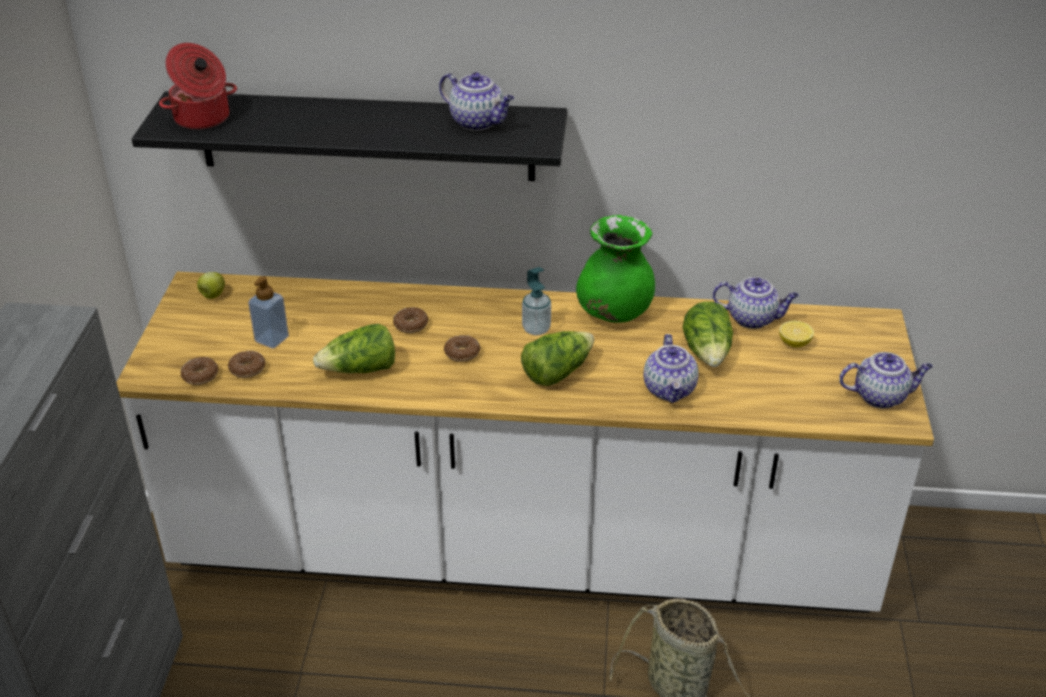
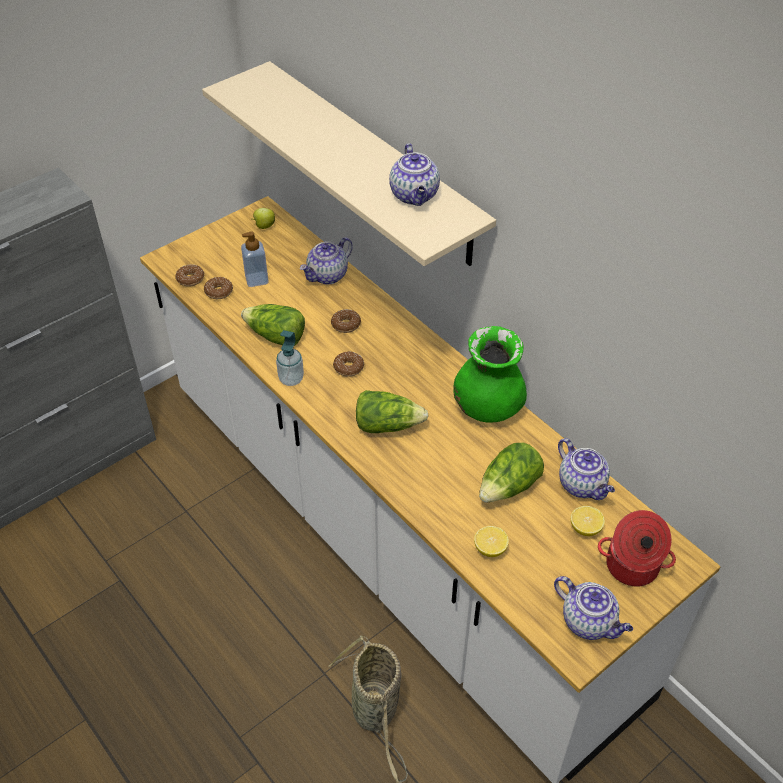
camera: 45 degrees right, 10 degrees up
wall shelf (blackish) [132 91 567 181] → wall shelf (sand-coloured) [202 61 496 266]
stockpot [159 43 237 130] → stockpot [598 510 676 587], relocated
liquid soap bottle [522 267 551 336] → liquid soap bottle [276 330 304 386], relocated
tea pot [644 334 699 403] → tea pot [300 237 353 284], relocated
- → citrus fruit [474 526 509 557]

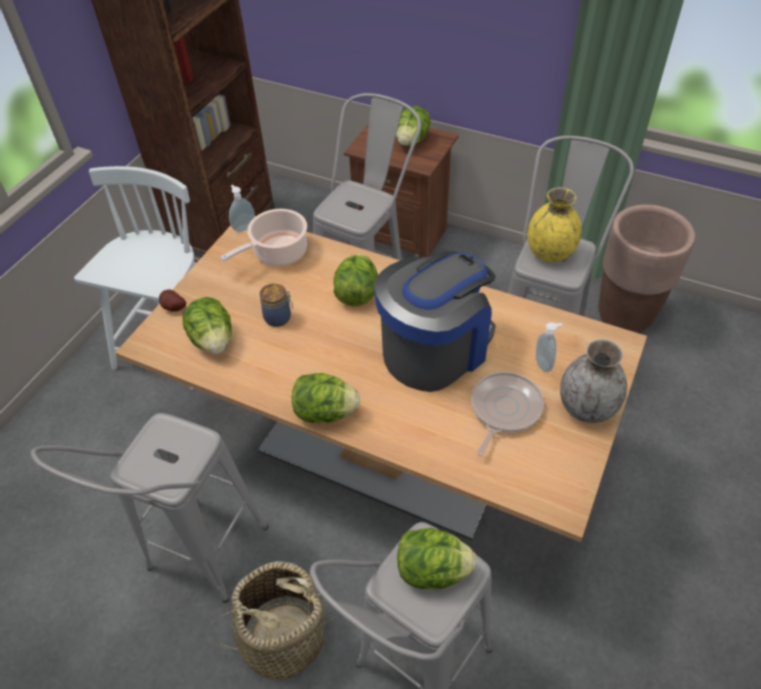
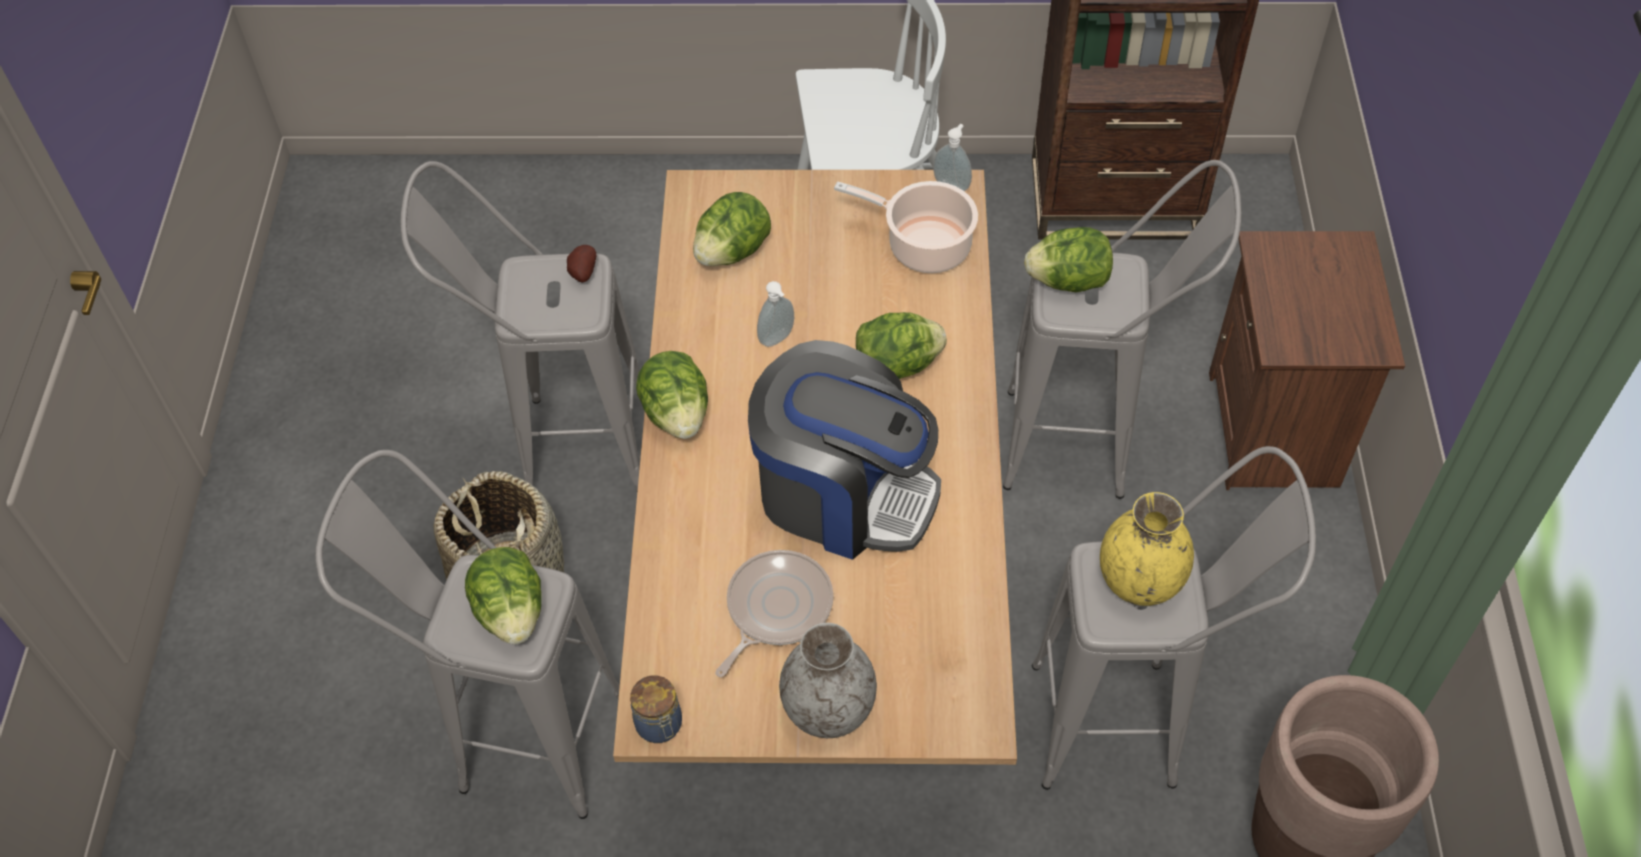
camera: 65 degrees right, 5 degrees up
spud [159 289 186 312] → spud [567 245 596 283], relocated
storage jar [260 283 293 327] → storage jar [630 675 682 743], relocated
lettuce head [396 106 431 146] → lettuce head [1024 227 1113 292], relocated
frying pan [471 372 544 456] → frying pan [716 550 833 677], 60 degrees counterclockwise
liquid soap bottle [536 322 562 372] → liquid soap bottle [757 281 794 347], relocated

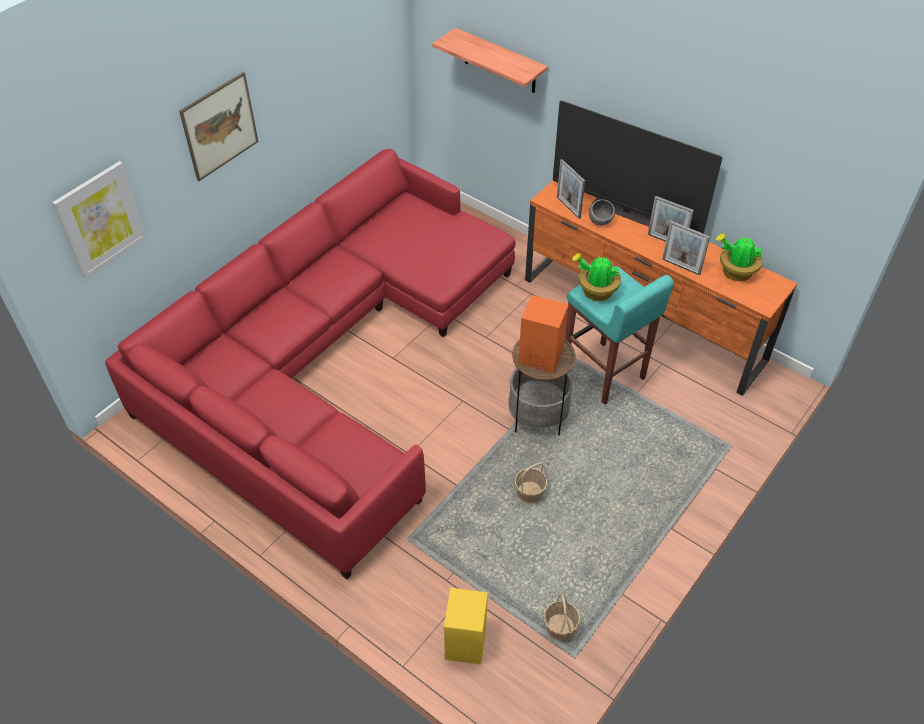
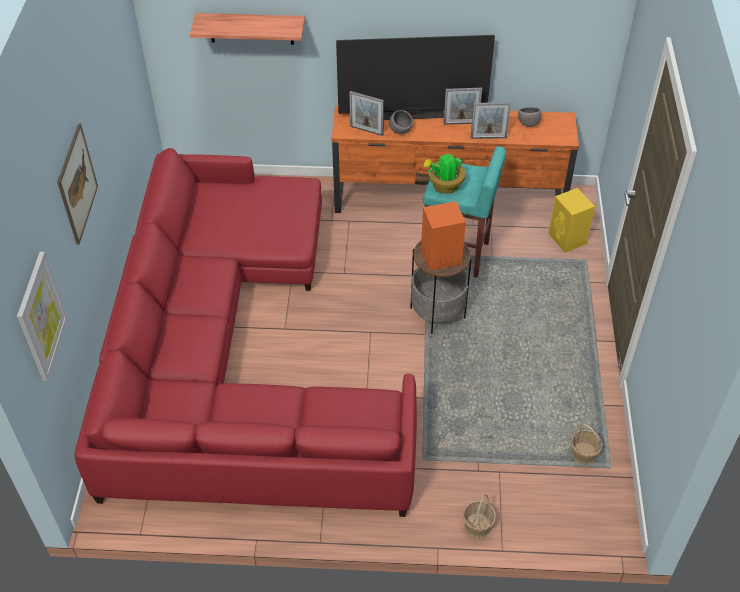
camera: 35 degrees left, 0 degrees up
speaker (yellow) [444 588 488 664] → speaker (yellow) [548 188 595 252], relocated
basket [514 463 547 504] → basket [463 494 496 538], relocated
houseplant [716 233 765 281] → serving bowl (gray) [518 107 542 127]

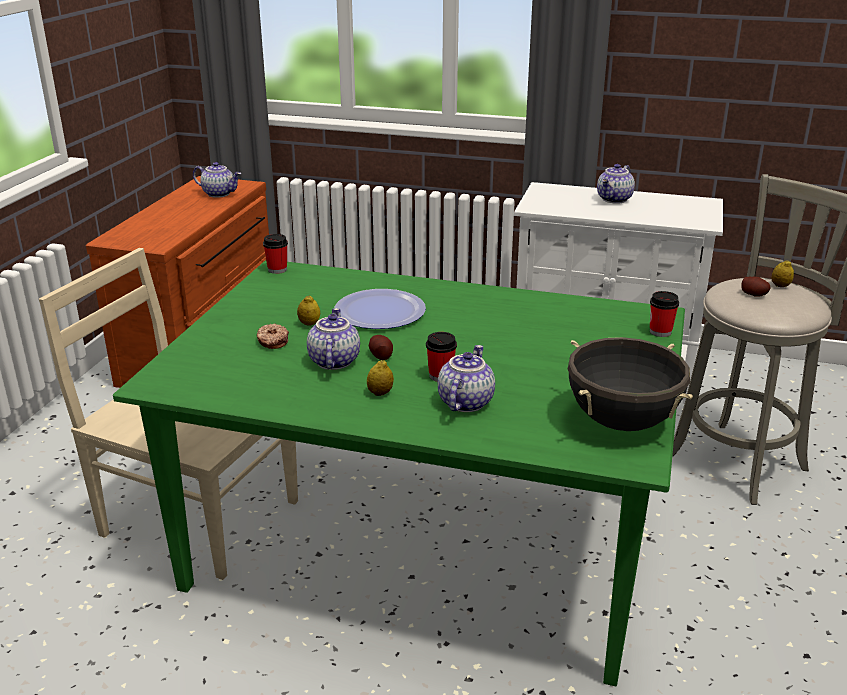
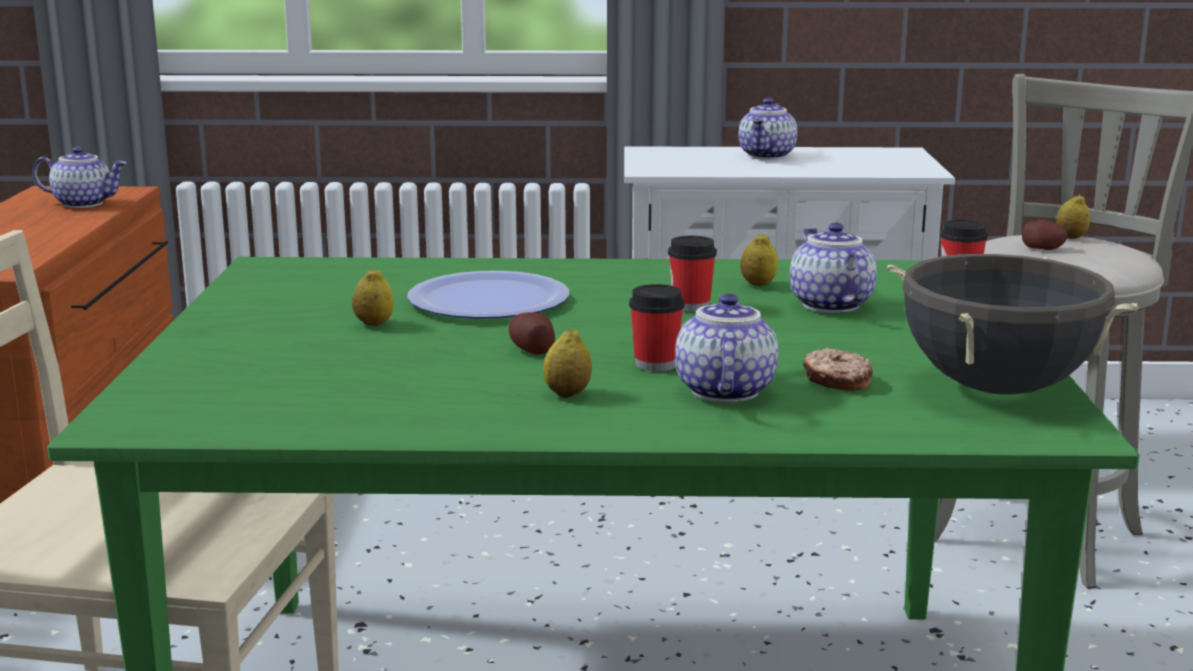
camera: 15 degrees left, 10 degrees down
donut [257 324 289 349] → donut [803 348 873 391], relocated
cup [263 234 288 274] → cup [668 236 717 312], relocated
tea pot [307 308 360 370] → tea pot [790 223 877 313], relocated
- → citrus fruit [740 233 778 286]

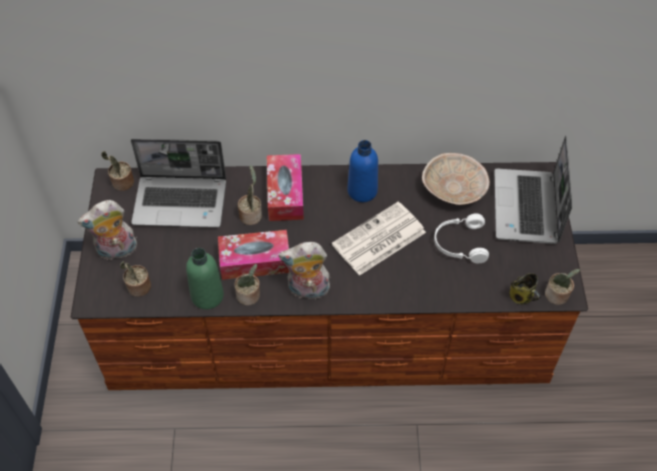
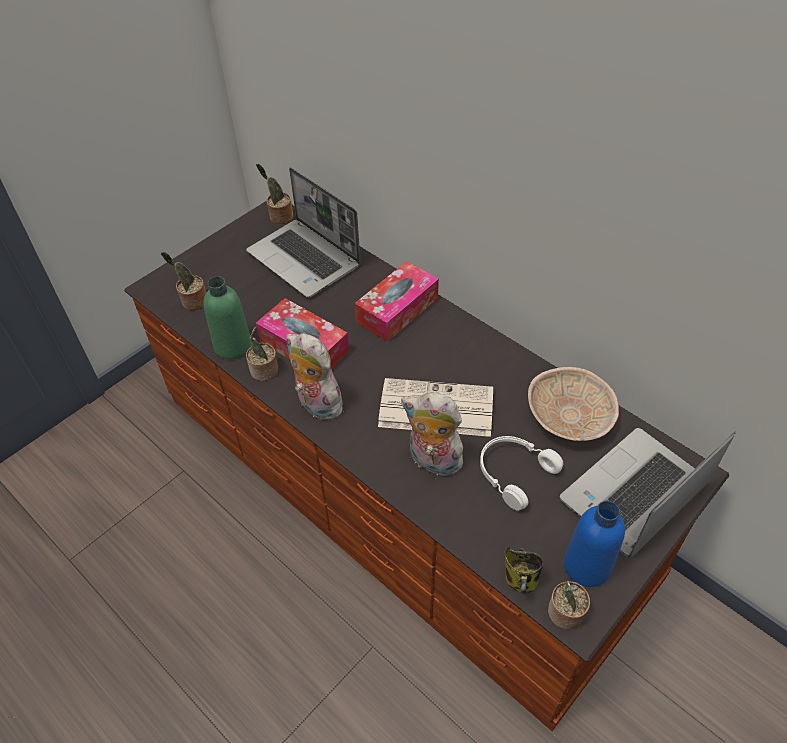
camera: 45 degrees right, 5 degrees down
cuddly toy [77 200 137 260] → cuddly toy [401 392 469 476], relocated
houseplant [238 165 262 225] → -
beverage bottle (blue) [347 140 378 202] → beverage bottle (blue) [564 501 625 587], relocated

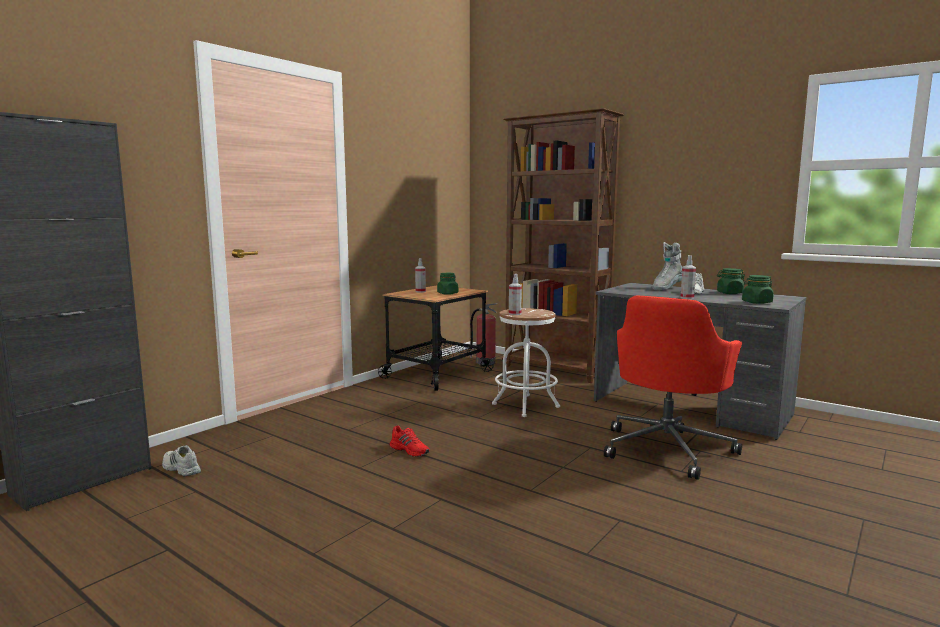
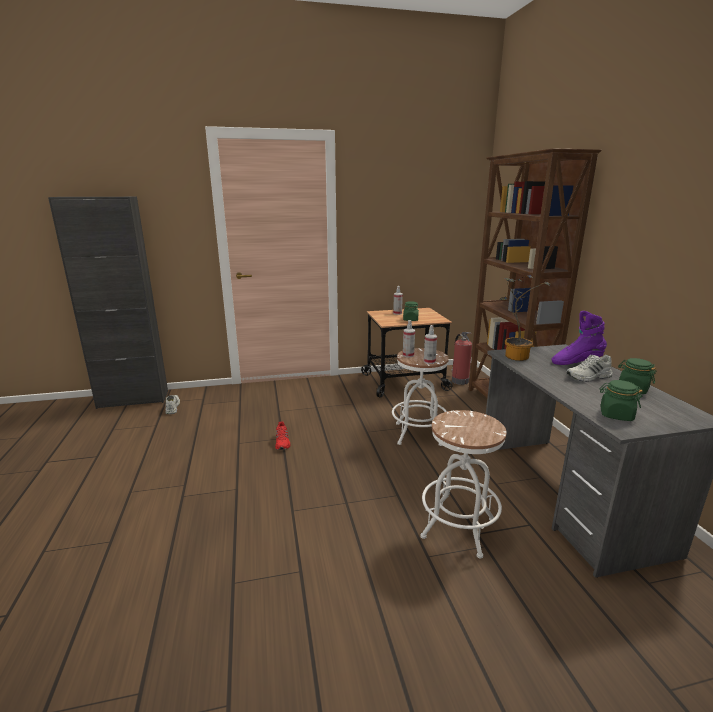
camera: 40 degrees right, 10 degrees up
office chair (red) [604 296 742 480] → stool (white) [420 410 506 559]
boot (gray) [652 242 682 291] → boot (purple-coloured) [552 311 607 365]
spray bottle [680 255 696 299] → spray bottle [424 325 437 364], relocated
- → houseplant [500 275 552 361]

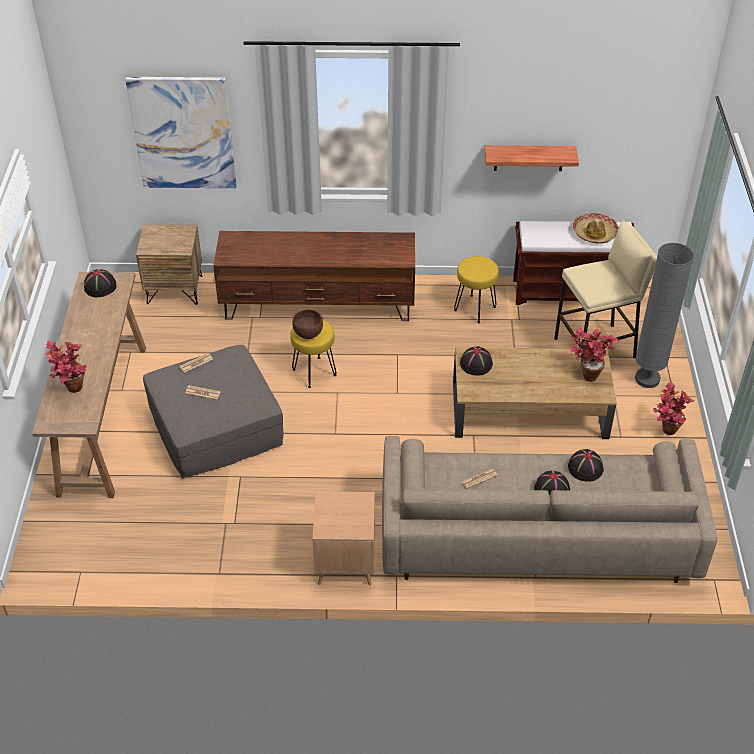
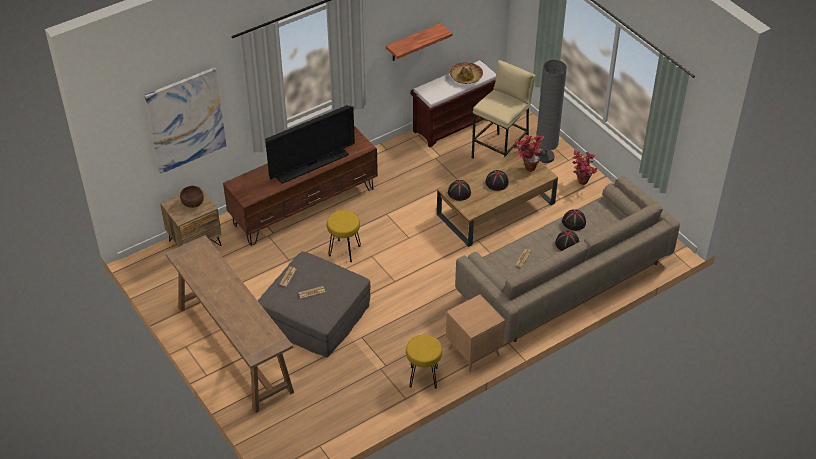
camera: 35 degrees left, 0 degrees up
houseplant [45 341 87 393] → -
wearable hat (blackish) [84 269 117 298] → wearable hat (blackish) [485 170 509 191], relocated
serving bowl (brownish) [292 309 323 339] → serving bowl (brownish) [180 186 204 208], relocated
stool (yellow) [454 256 499 323] → stool (yellow) [406 335 442 389], relocated
- → television [265 105 355 184]

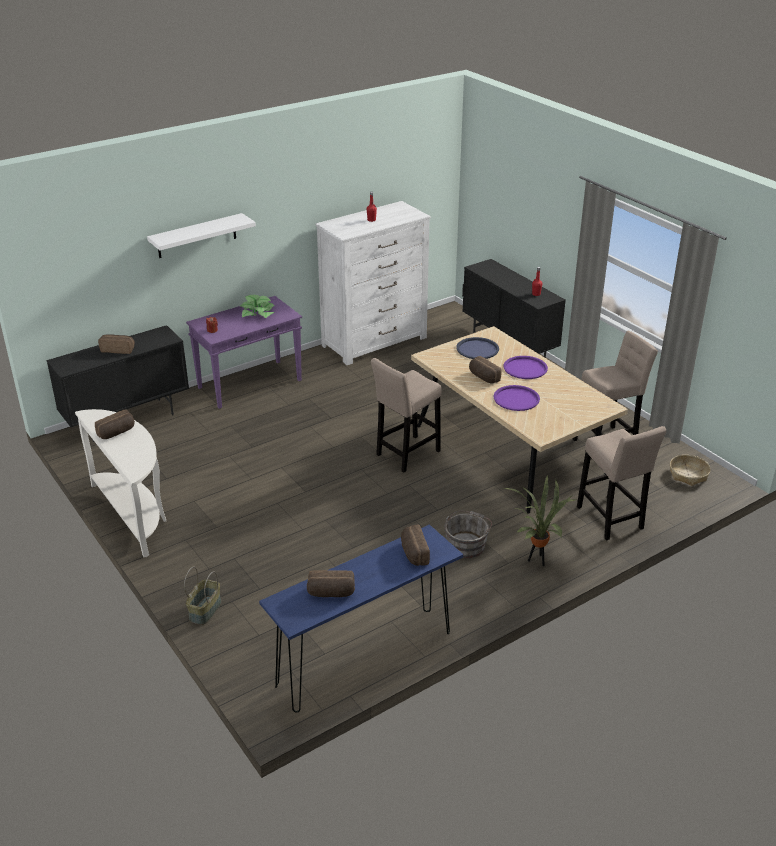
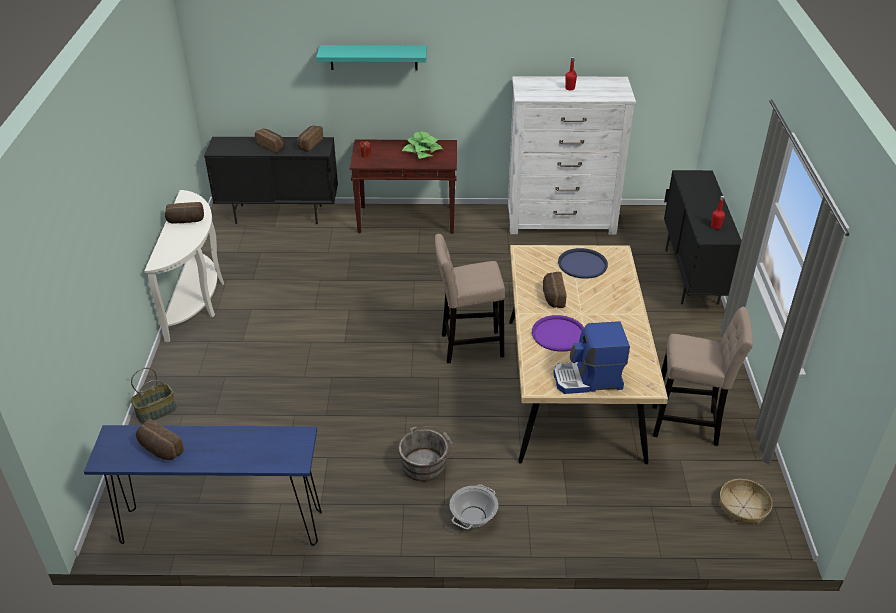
camera: 35 degrees right, 5 degrees up
wall shelf (white) [147 213 256 258] → wall shelf (turquoise-coloured) [316 45 427 70]
hall table (purple-coloured) [186 296 302 409] → hall table (brownish) [350 140 457 234]
bread [401 524 430 566] → bread [297 126 323 152], relocated
tray (purple-coloured) [504 356 548 379] → -
houseplant [504 476 575 566] → stockpot [450 484 498 529]
stool (sand-coloured) [577 426 666 540] → -
- → coffee machine [553 321 630 394]

